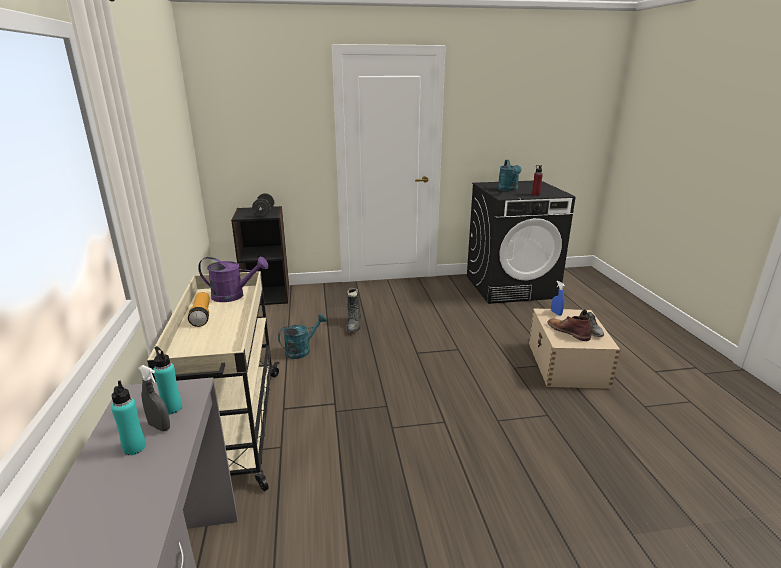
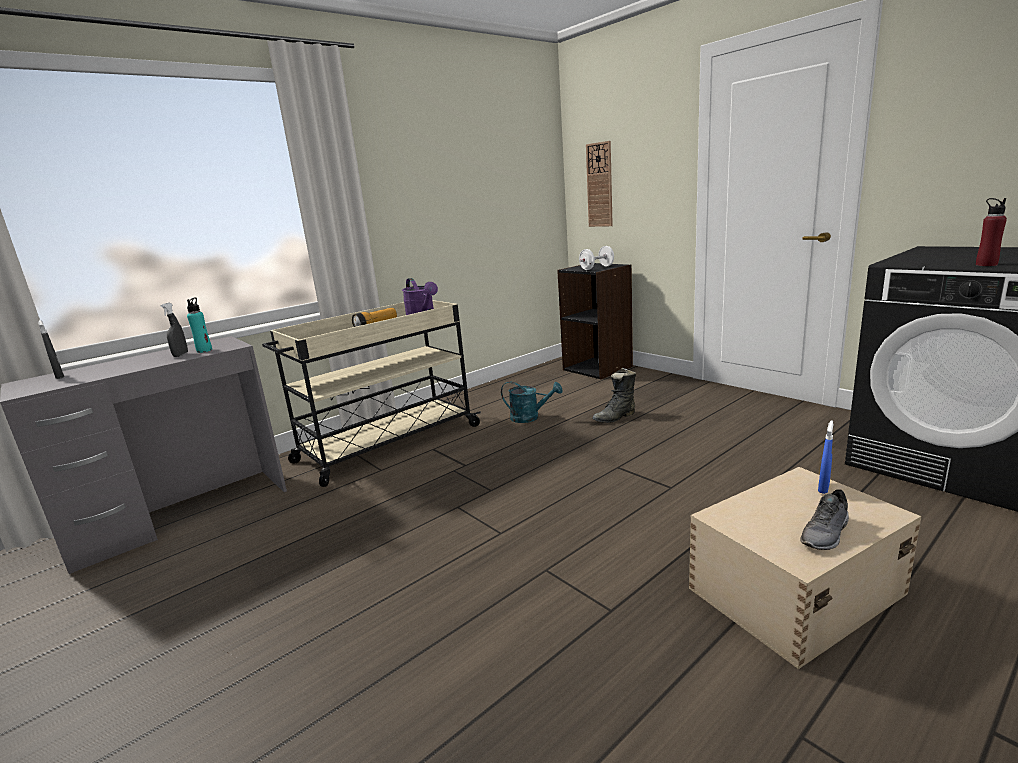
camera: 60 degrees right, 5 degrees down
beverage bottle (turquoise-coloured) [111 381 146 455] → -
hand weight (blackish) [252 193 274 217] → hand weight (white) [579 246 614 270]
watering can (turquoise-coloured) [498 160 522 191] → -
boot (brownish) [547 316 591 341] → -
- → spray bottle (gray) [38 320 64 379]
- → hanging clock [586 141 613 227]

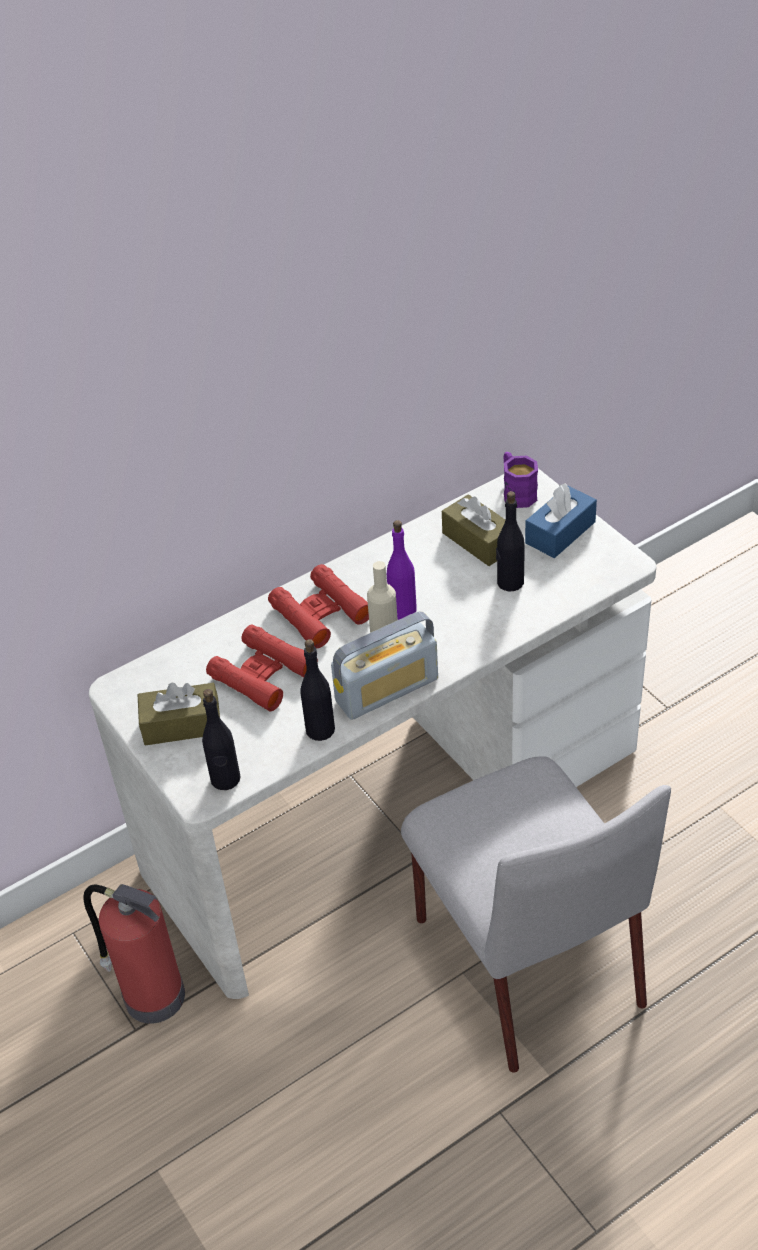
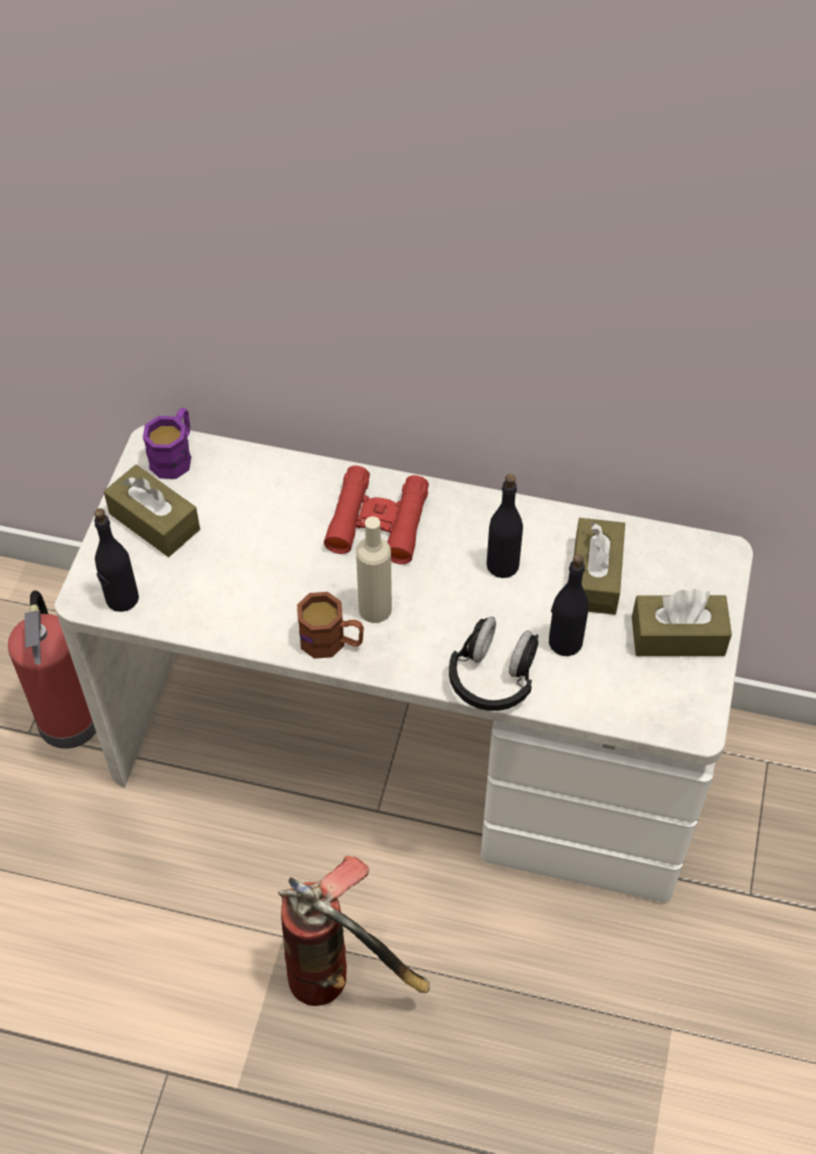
camera: 45 degrees right, 10 degrees up
binoculars (red) [206 624 318 711] → -
beverage bottle (blackish) [300 639 335 741] → beverage bottle (blackish) [487 474 523 578], relocated
radio set [331 612 438 720] → mug (brownish) [297 592 364 659]
beverage bottle (purple-coloured) [387 520 417 620] → -
chair (gray) [401 756 671 1073] → fire-fighting cylinder [278 856 430 1006]
mug (purple-coloured) [504 452 538 508] → mug (purple-coloured) [143 408 191 479], relocated
tissue holder (blue) [525 483 597 558] → tissue holder (brownish) [632 589 732 656]
- → headset (blackish) [449 616 539 711]

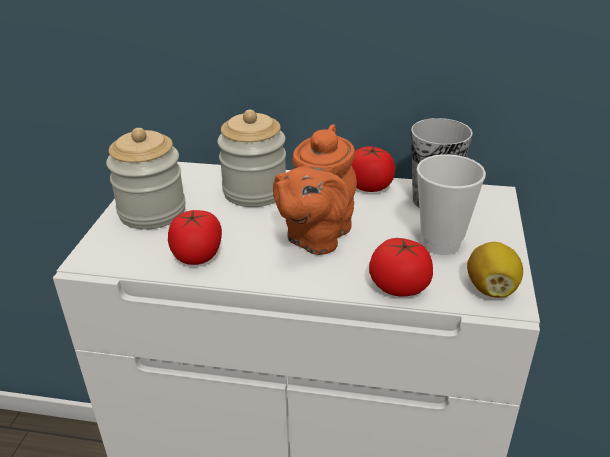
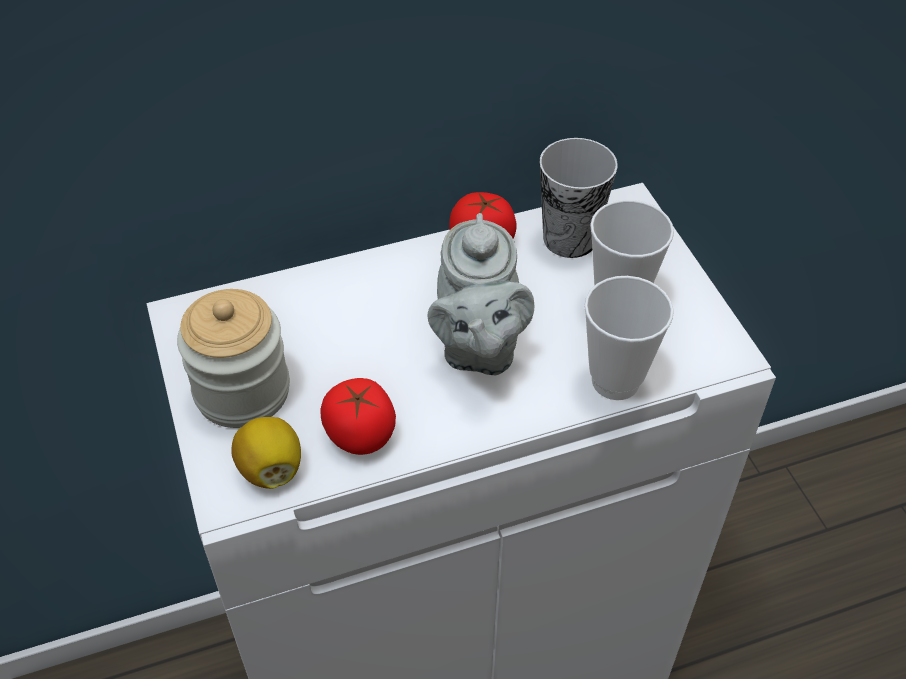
camera: 30 degrees left, 15 degrees up
storage jar [217 110 286 207] → -
tea pot (orangey) [273 124 357 255] → tea pot (gray) [427 213 534 375]
whole tomato [369 238 433 297] → cup [584 276 674 400]
citrus fruit [467 242 523 298] → citrus fruit [231 417 301 489], relocated

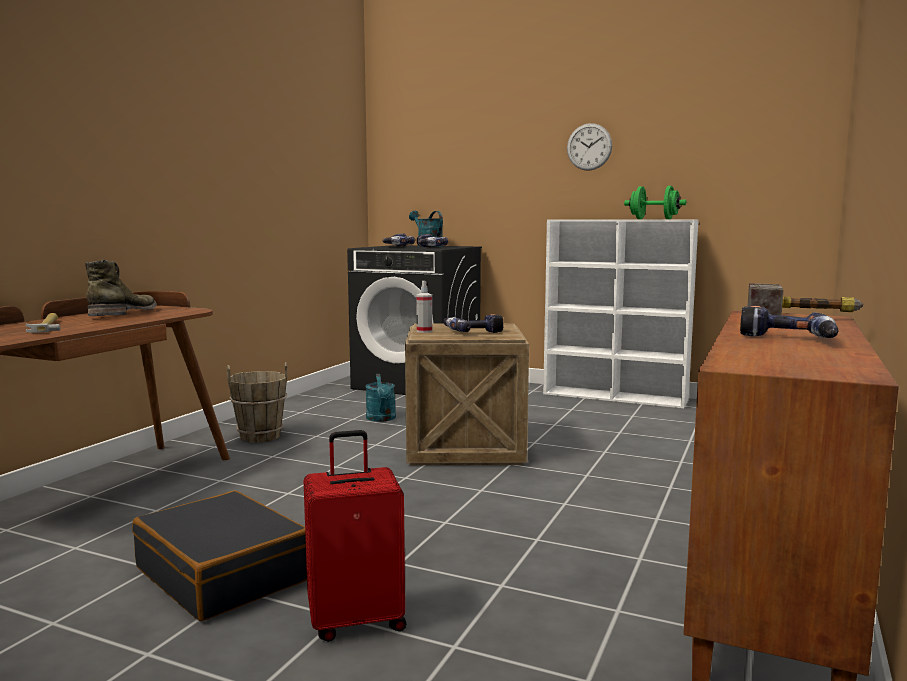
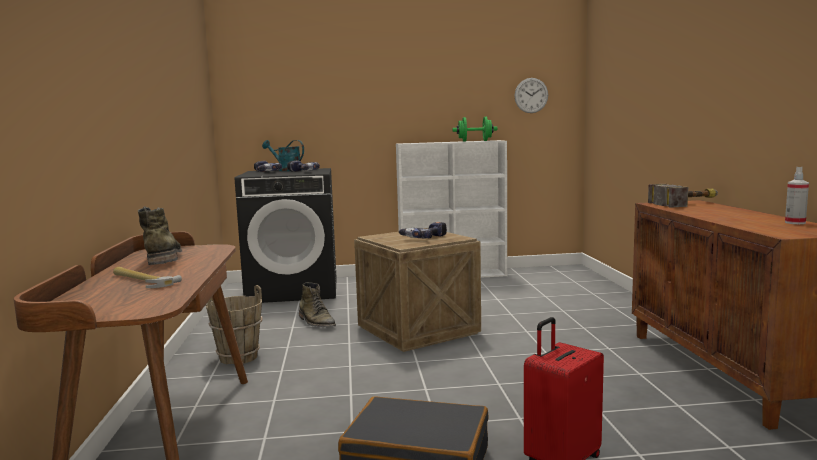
camera: 30 degrees left, 0 degrees up
watering can (turquoise-coloured) [365 374 396 422] → boot (green-coloured) [299 282 336 327]
spray bottle [416 281 432 333] → spray bottle [785 167 809 224], relocated
hanging clock [567 123 612 171] → hanging clock [514 78 548 113], relocated
drill [740 306 838 338] → -

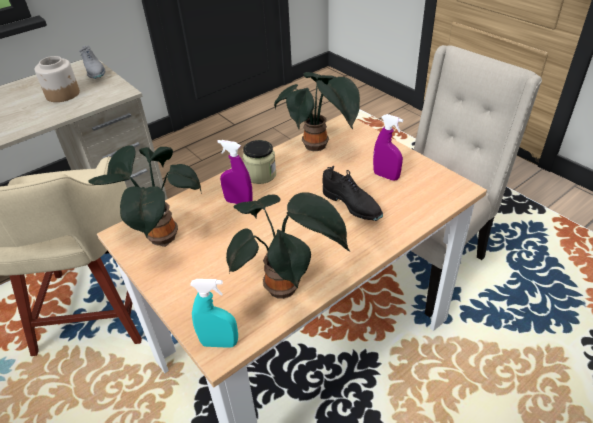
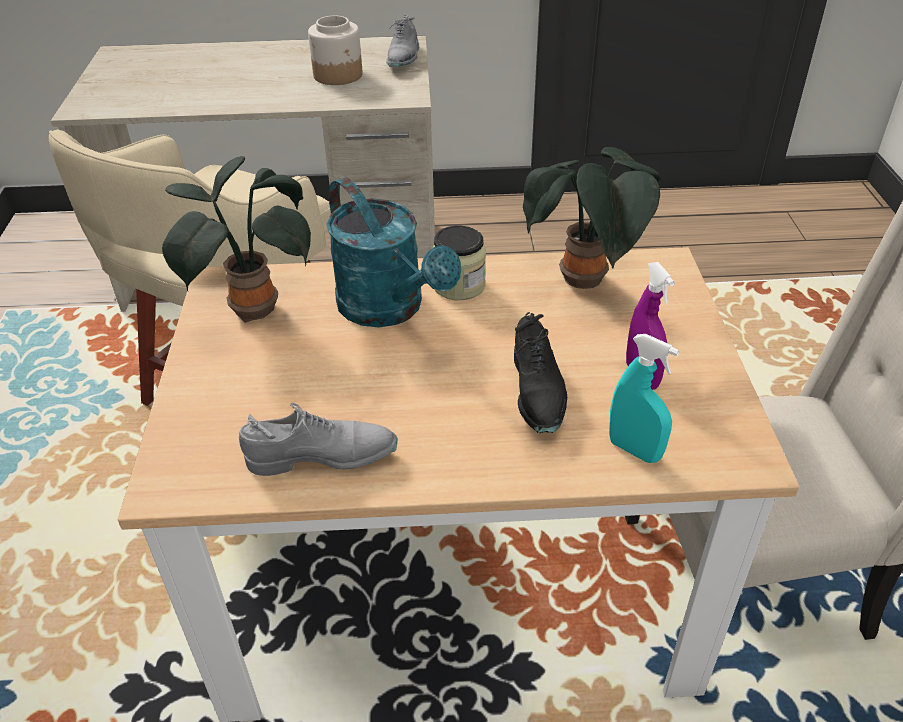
camera: 35 degrees right, 0 degrees up
spray bottle (turquoise-coloured) [190 279 238 348] → spray bottle (turquoise-coloured) [609 334 680 463], relocated
spray bottle (purple-coloured) [217 140 253 204] → watering can (turquoise-coloured) [327 177 461 327]
houseplant [226 192 350 299] → shoe (gray) [239 403 398 476]

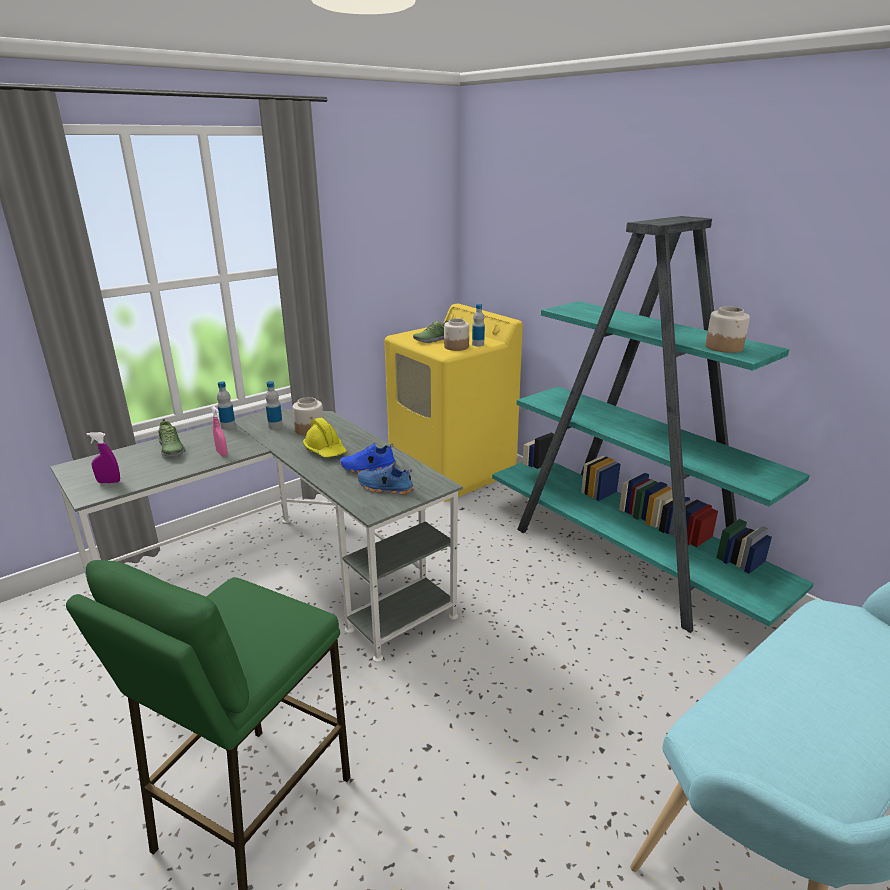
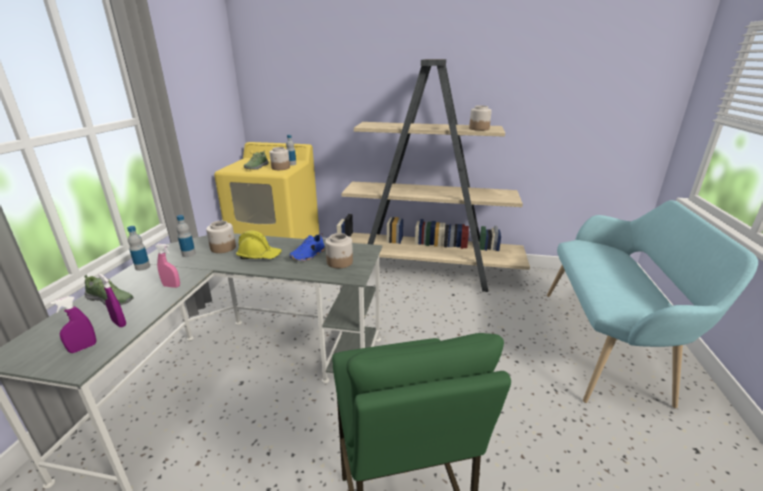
camera: 40 degrees left, 0 degrees up
shoe (blue) [358 464 414 495] → storage jar [325 233 353 268]
bookcase (turquoise-coloured) [492 216 814 633] → bookcase (sand-coloured) [337 59 530 292]
- → spray bottle (purple-coloured) [98 274 126 327]

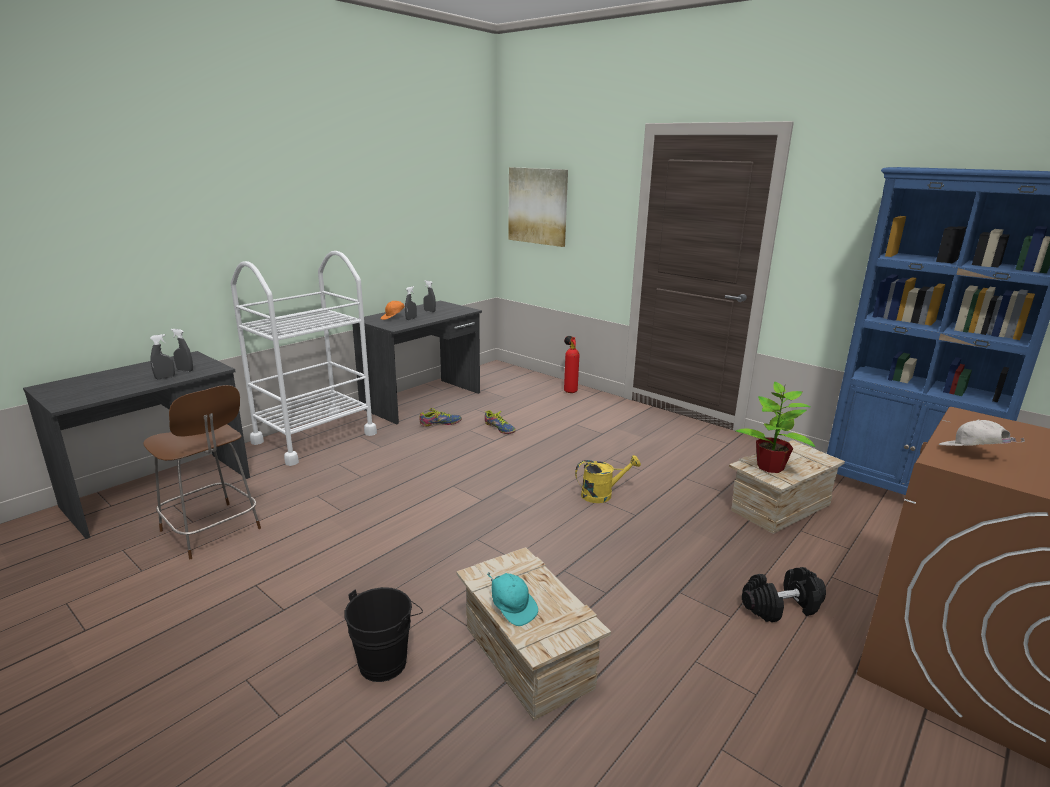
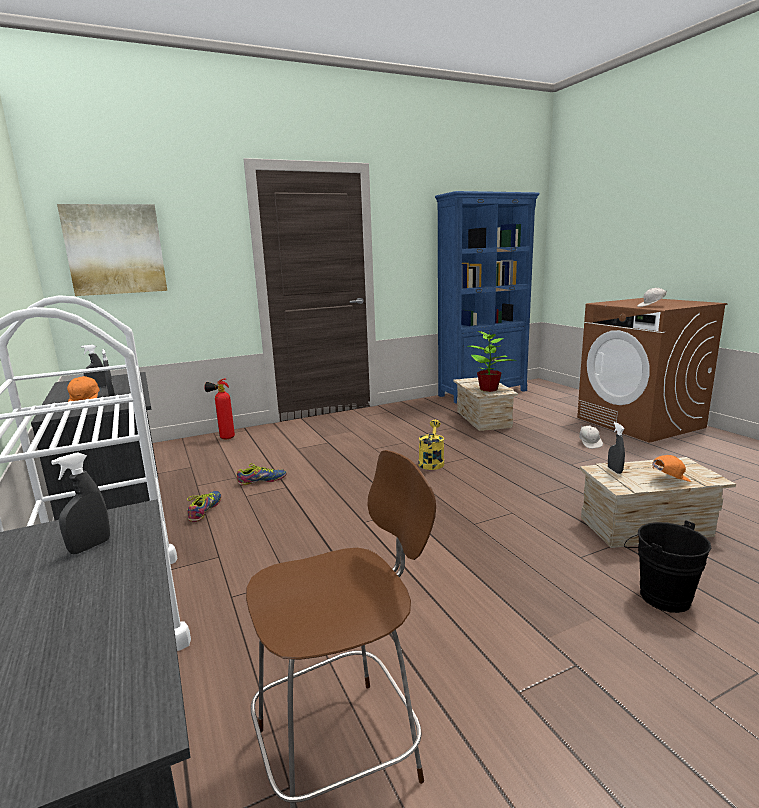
camera: 65 degrees left, 5 degrees down
spray bottle (gray) [150 334 175 379] → spray bottle (gray) [608 422 625 474], relocated
peaked cap (turquoise-coloured) [487 573 538 626] → peaked cap (orangey) [652 455 691 482]
hand weight (blackish) [742 567 826 622] → peaked cap (white) [579 425 603 449]

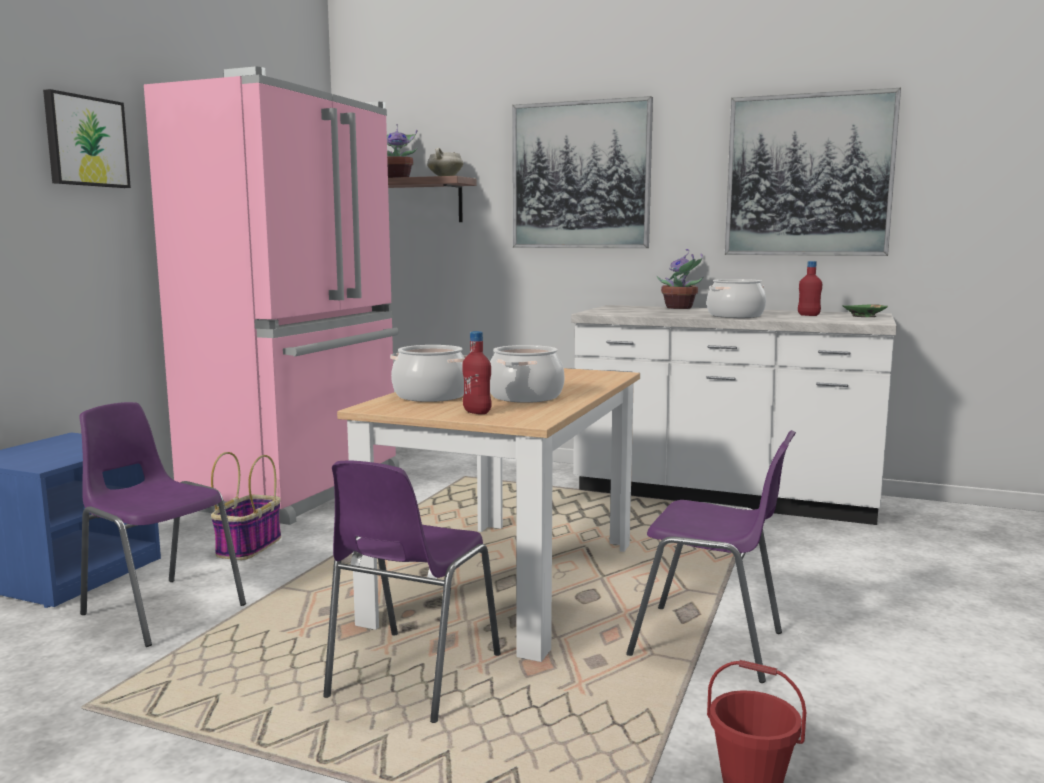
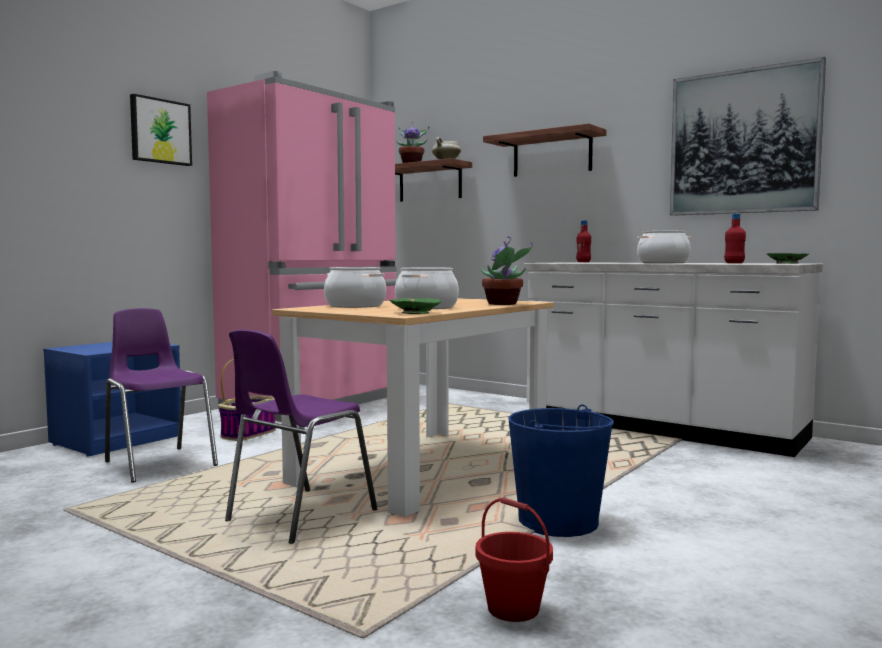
camera: 15 degrees right, 5 degrees down
beverage bottle (red) [462 331 492 414] → beverage bottle (red) [576 220 591 262], relocated
wall art [512 96 653 248] → wall shelf [483 123 606 177]
chair (purple-coloured) [626 430 796 683] → bucket (blue) [508 404 614 537]
houseplant [657 249 704 309] → houseplant [480 236 533 305], relocated
- → serving bowl (green-coloured) [390 298 441 314]

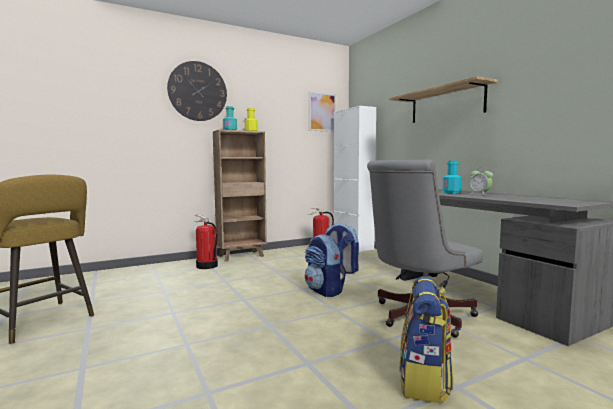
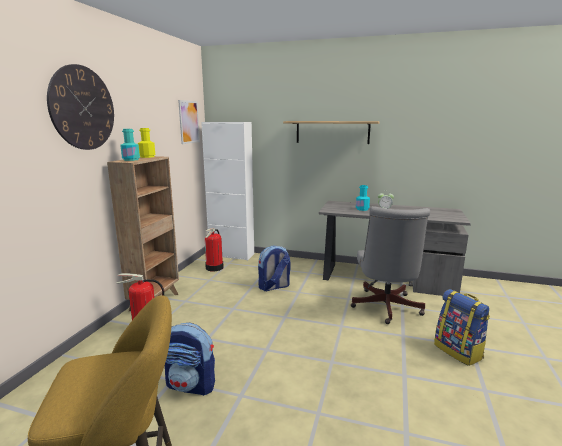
camera: 45 degrees left, 10 degrees up
rucksack [305 235 346 297] → rucksack [165 323 215 396], relocated

